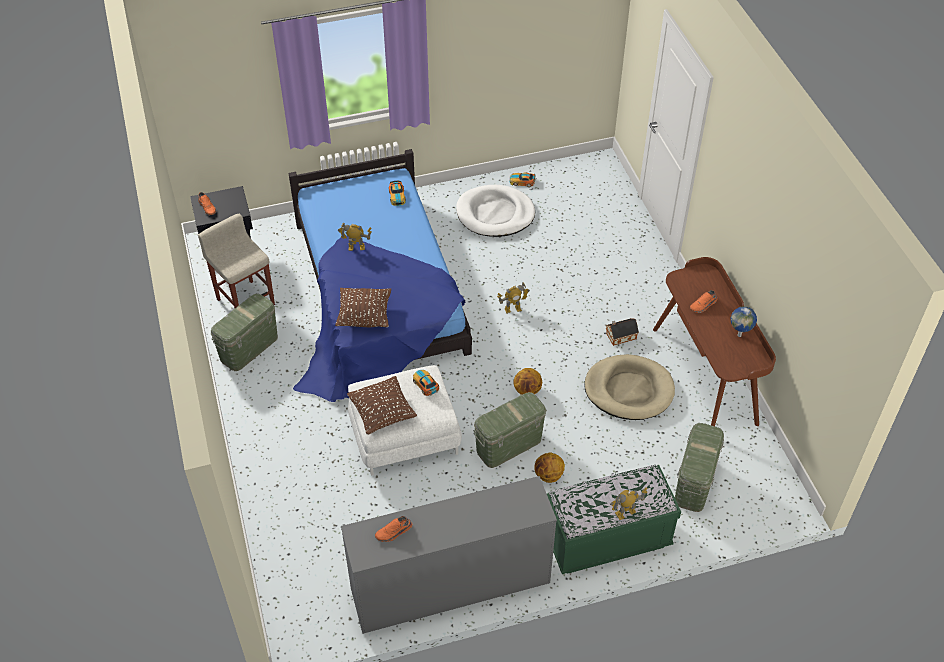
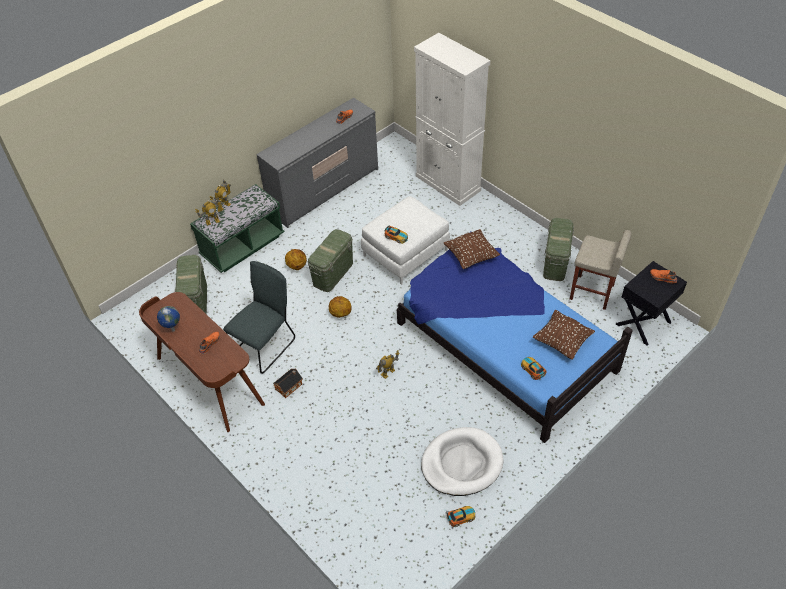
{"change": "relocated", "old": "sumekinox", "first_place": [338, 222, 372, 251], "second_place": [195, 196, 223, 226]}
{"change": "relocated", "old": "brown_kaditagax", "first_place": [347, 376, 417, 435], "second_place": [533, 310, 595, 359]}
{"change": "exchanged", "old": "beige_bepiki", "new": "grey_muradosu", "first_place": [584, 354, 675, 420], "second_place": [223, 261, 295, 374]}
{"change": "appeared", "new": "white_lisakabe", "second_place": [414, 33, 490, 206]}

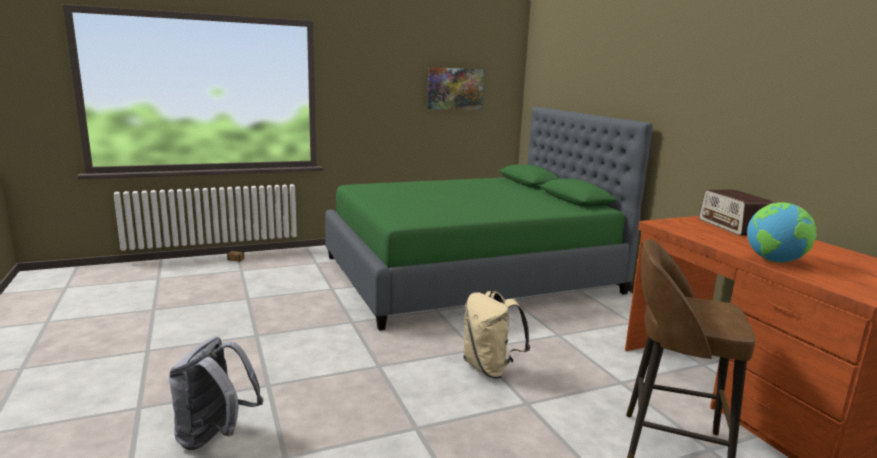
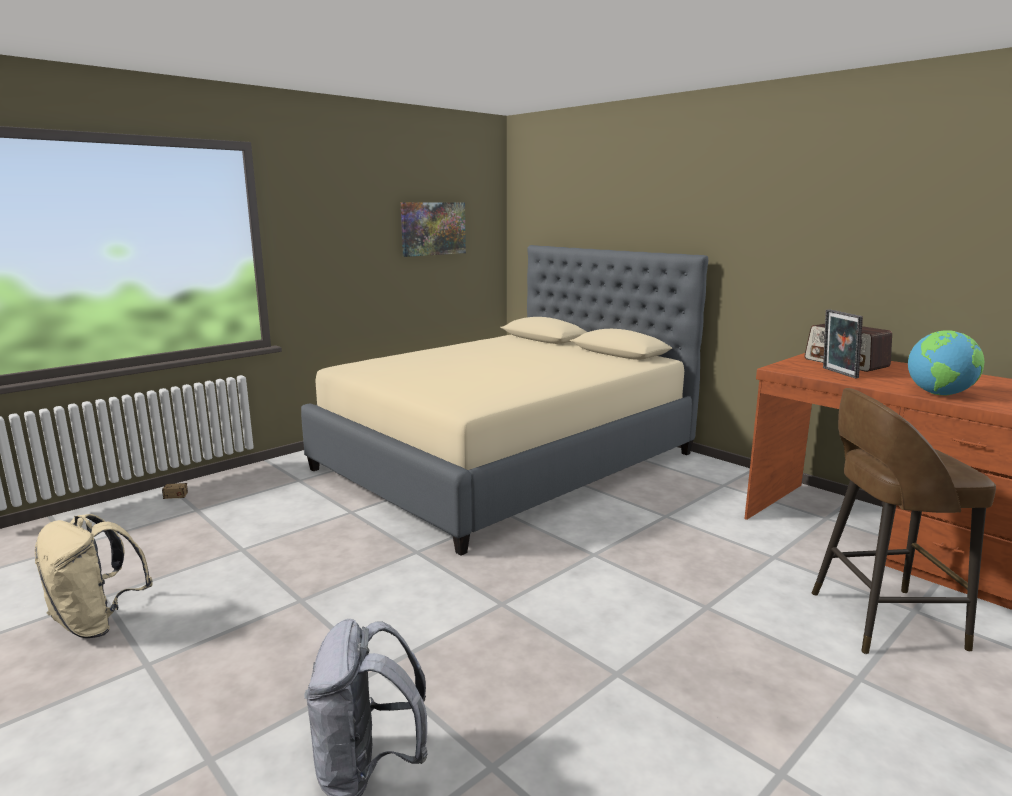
{"change": "colour", "old": "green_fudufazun", "new": "beige_fudufazun", "first_place": [325, 106, 653, 330], "second_place": [301, 245, 708, 555]}
{"change": "relocated", "old": "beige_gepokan", "first_place": [463, 291, 530, 379], "second_place": [35, 514, 153, 638]}
{"change": "appeared", "new": "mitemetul", "second_place": [823, 309, 863, 379]}

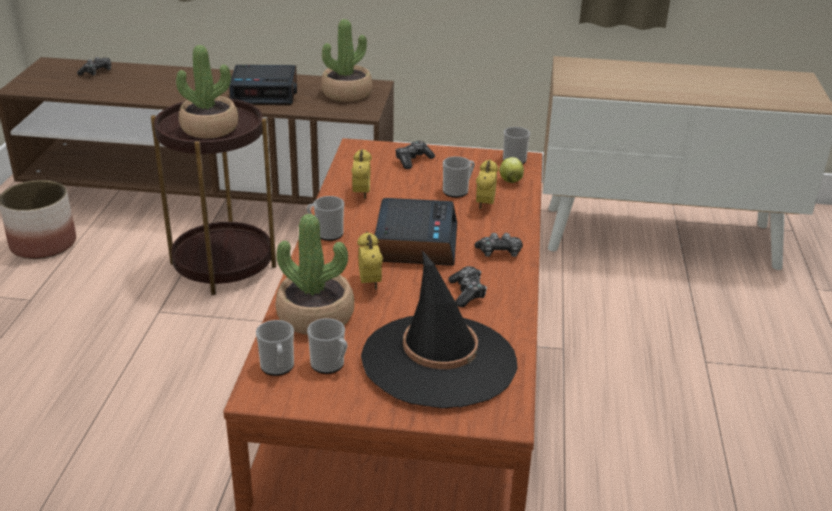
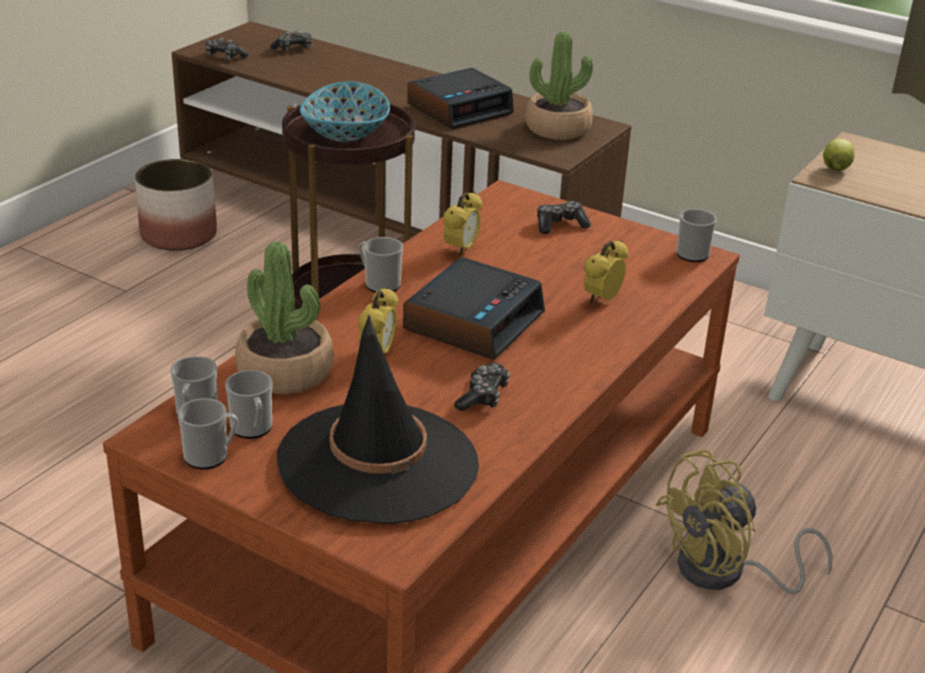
{"change": "exchanged", "old": "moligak", "new": "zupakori", "first_place": [176, 45, 238, 139], "second_place": [300, 81, 390, 142]}
{"change": "spun", "old": "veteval", "first_place": [229, 65, 297, 105], "second_place": [407, 68, 514, 129], "degrees": -60}
{"change": "relocated", "old": "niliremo", "first_place": [443, 156, 475, 198], "second_place": [178, 398, 238, 470]}
{"change": "relocated", "old": "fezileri", "first_place": [474, 233, 523, 257], "second_place": [205, 38, 248, 60]}
{"change": "relocated", "old": "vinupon", "first_place": [499, 157, 524, 183], "second_place": [823, 139, 855, 171]}
{"change": "appeared", "new": "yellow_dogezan", "second_place": [655, 450, 833, 594]}

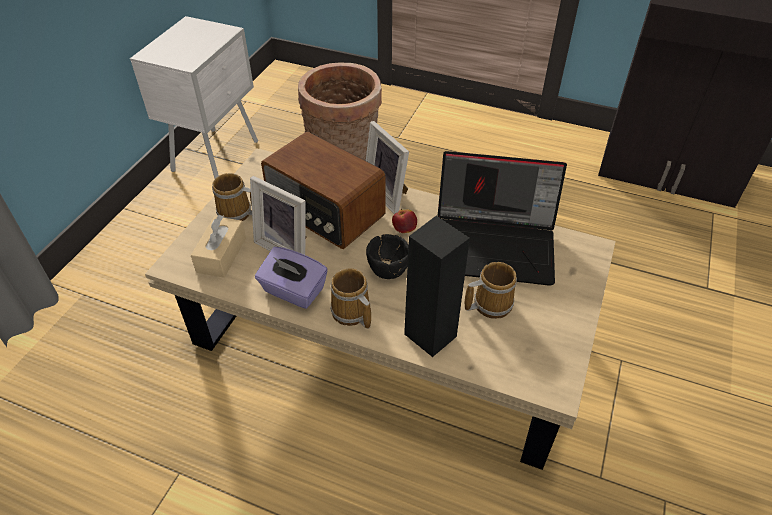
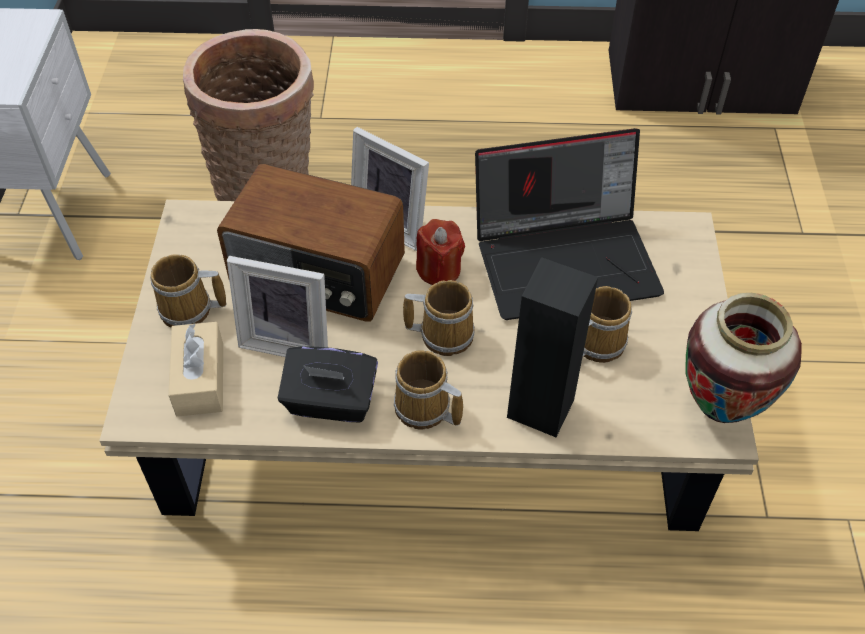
{"change": "colour", "old": "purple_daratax", "new": "black_daratax", "first_place": [255, 247, 328, 309], "second_place": [278, 346, 378, 422]}
{"change": "exchanged", "old": "black_zupakori", "new": "niliremo", "first_place": [366, 234, 408, 279], "second_place": [403, 280, 475, 356]}
{"change": "exchanged", "old": "vinupon", "new": "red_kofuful", "first_place": [392, 209, 417, 233], "second_place": [416, 219, 465, 285]}
{"change": "appeared", "new": "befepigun", "second_place": [685, 293, 802, 423]}

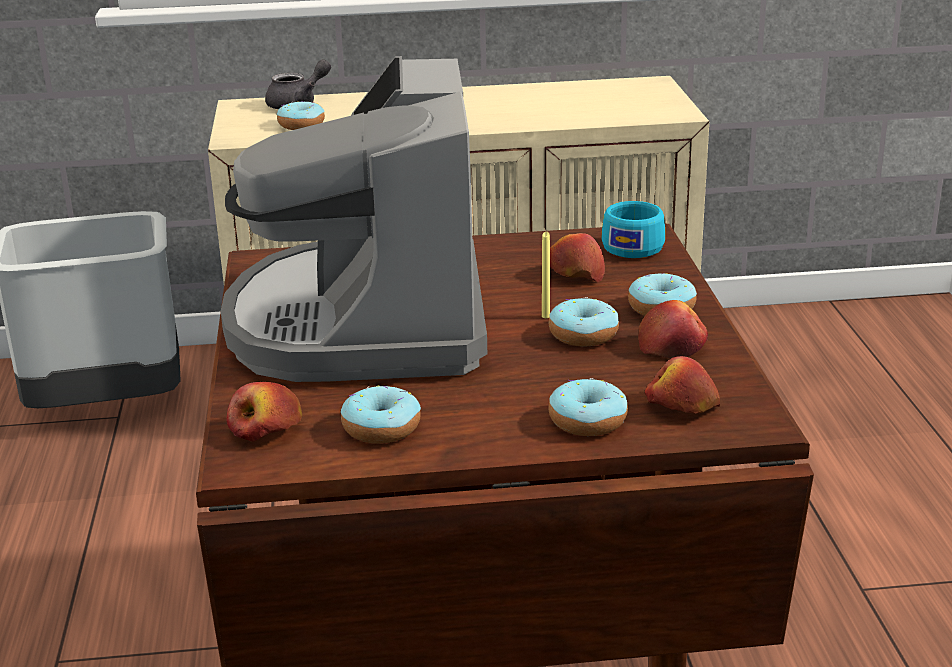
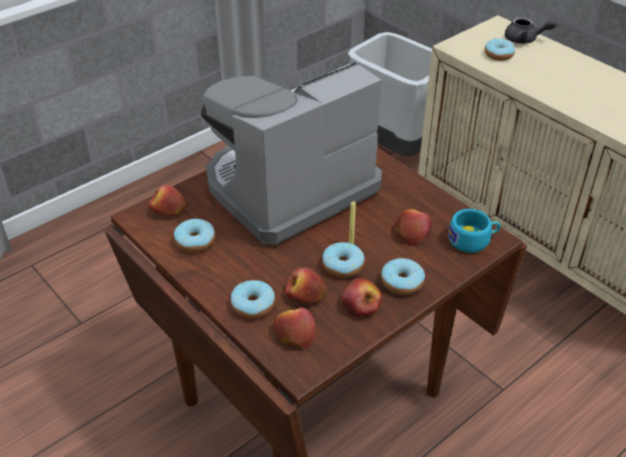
{"change": "appeared", "new": "vinupon", "second_place": [285, 268, 327, 303]}

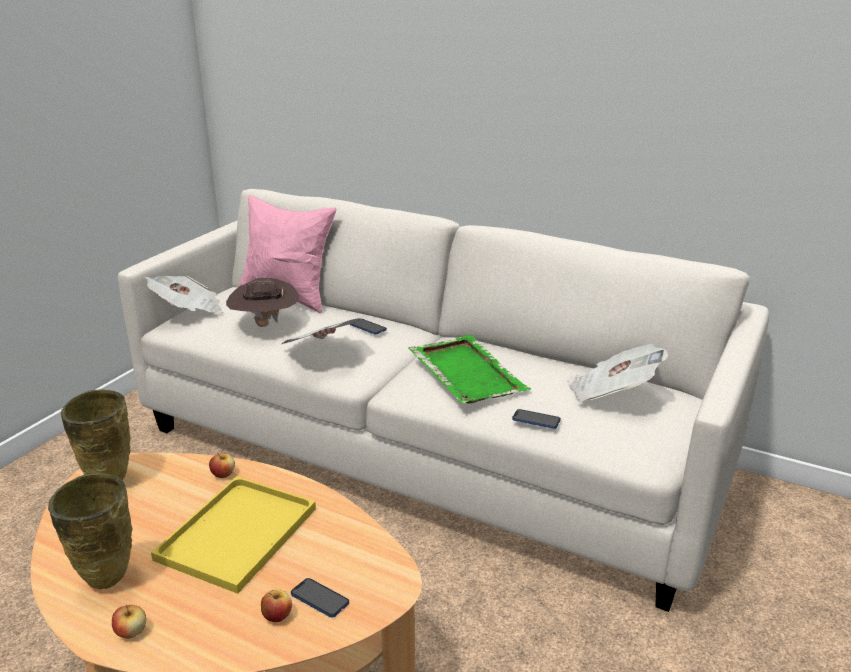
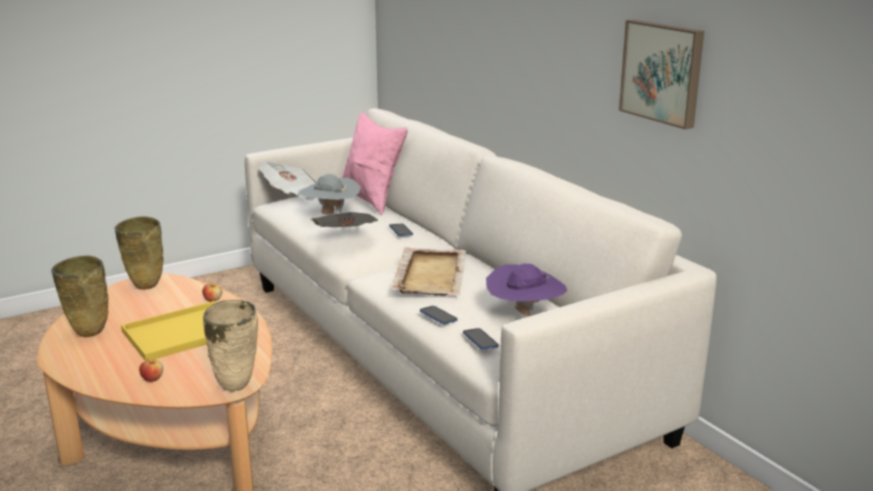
{"change": "missing", "old": "vinupon", "first_place": [112, 604, 146, 639]}
{"change": "colour", "old": "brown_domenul", "new": "grey_domenul", "first_place": [226, 278, 299, 327], "second_place": [298, 174, 361, 215]}
{"change": "relocated", "old": "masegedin", "first_place": [291, 578, 349, 618], "second_place": [463, 328, 499, 350]}
{"change": "colour", "old": "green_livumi", "new": "beige_livumi", "first_place": [408, 335, 531, 404], "second_place": [391, 247, 466, 296]}
{"change": "exchanged", "old": "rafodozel", "new": "purple_domenul", "first_place": [567, 344, 668, 402], "second_place": [486, 264, 567, 317]}
{"change": "appeared", "new": "beige_befepigun", "second_place": [203, 300, 258, 392]}
{"change": "appeared", "new": "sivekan", "second_place": [619, 19, 704, 130]}

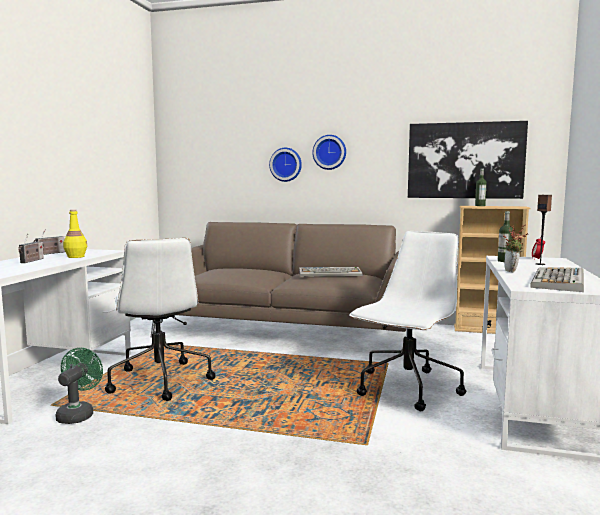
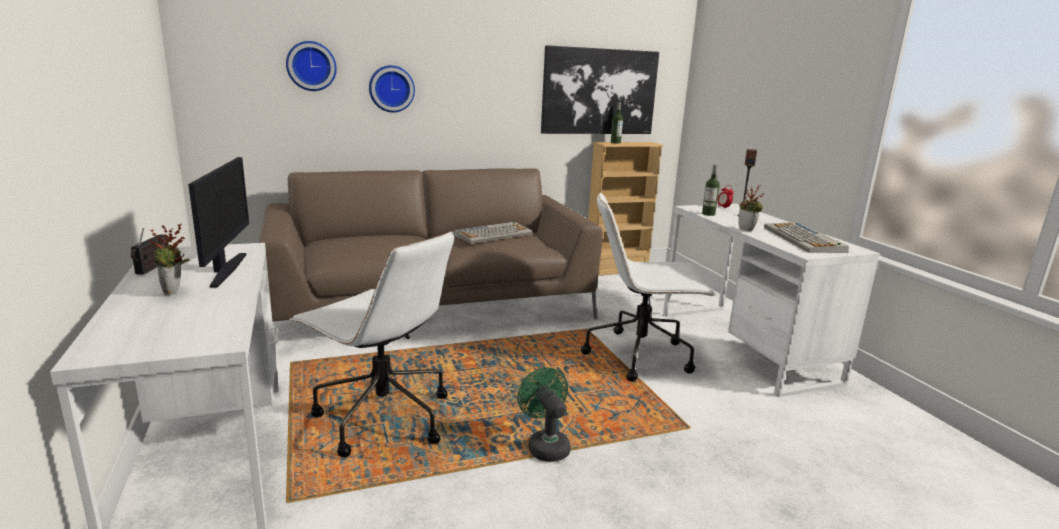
{"change": "exchanged", "old": "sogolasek", "new": "moligak", "first_place": [18, 234, 44, 263], "second_place": [148, 223, 189, 295]}
{"change": "relocated", "old": "green_dogezan", "first_place": [55, 348, 103, 424], "second_place": [517, 367, 571, 462]}
{"change": "exchanged", "old": "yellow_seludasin", "new": "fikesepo", "first_place": [63, 210, 87, 258], "second_place": [188, 157, 249, 288]}
{"change": "relocated", "old": "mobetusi", "first_place": [312, 135, 346, 170], "second_place": [286, 41, 337, 91]}
{"change": "spun", "old": "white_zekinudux", "first_place": [349, 231, 466, 411], "second_place": [581, 192, 715, 381], "degrees": -90}

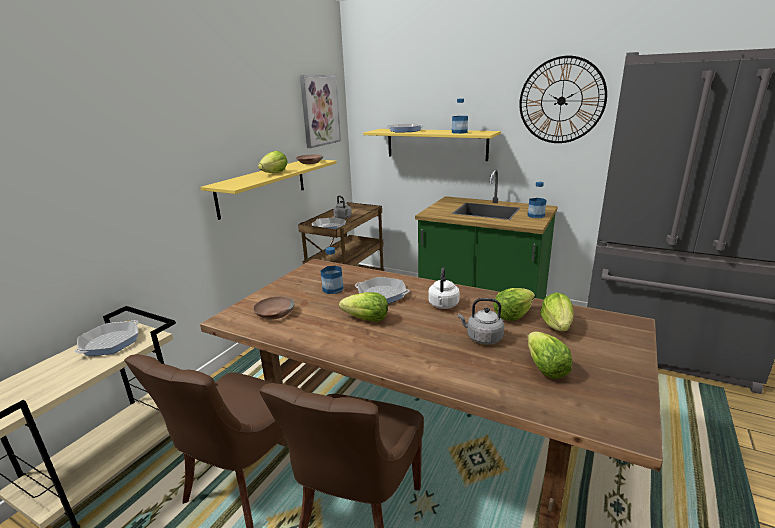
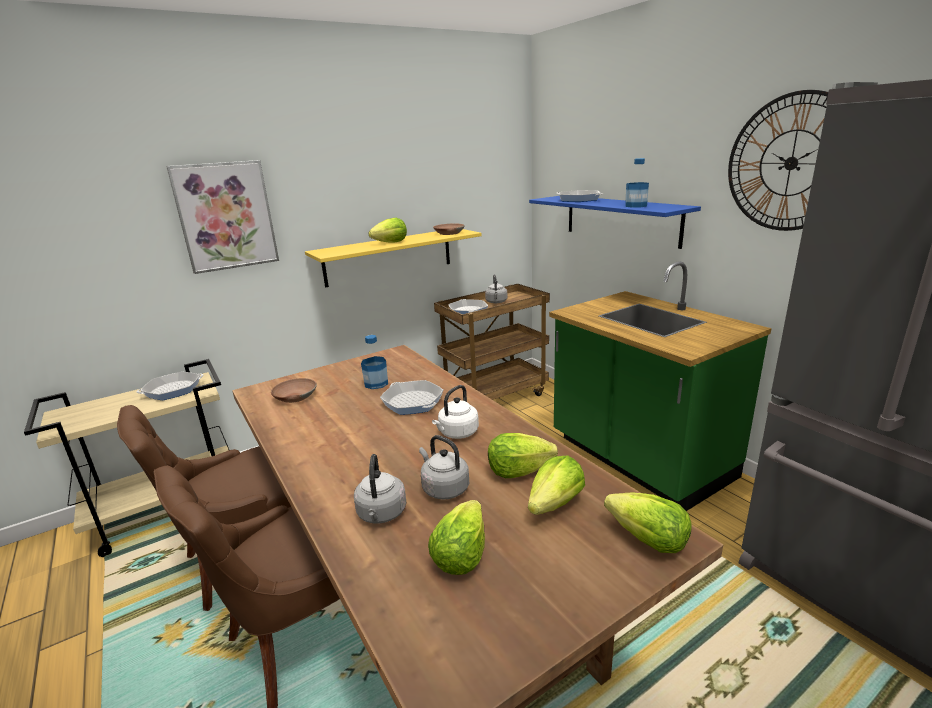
{"change": "relocated", "old": "sivekan", "first_place": [300, 75, 341, 148], "second_place": [166, 160, 279, 274]}
{"change": "relocated", "old": "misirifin", "first_place": [339, 292, 388, 322], "second_place": [604, 492, 691, 553]}
{"change": "colour", "old": "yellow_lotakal", "new": "blue_lotakal", "first_place": [363, 129, 501, 161], "second_place": [529, 196, 701, 249]}
{"change": "missing", "old": "seludasin", "first_place": [528, 182, 546, 218]}
{"change": "appeared", "new": "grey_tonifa", "second_place": [354, 454, 406, 523]}

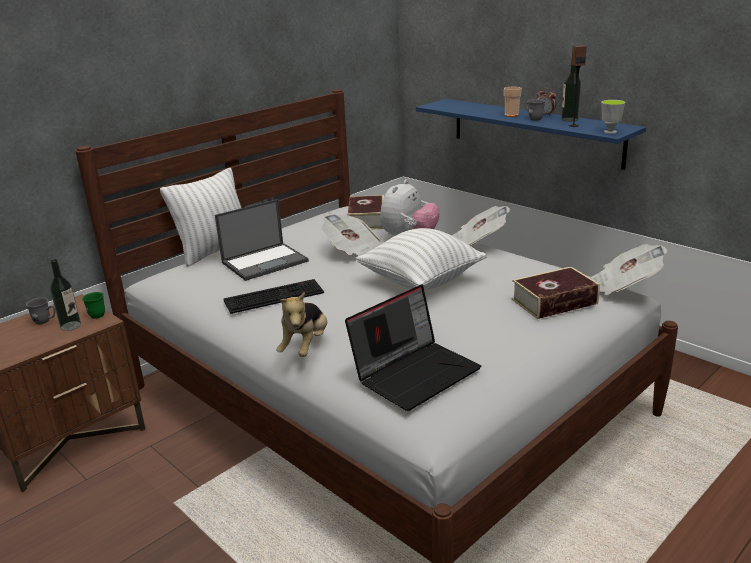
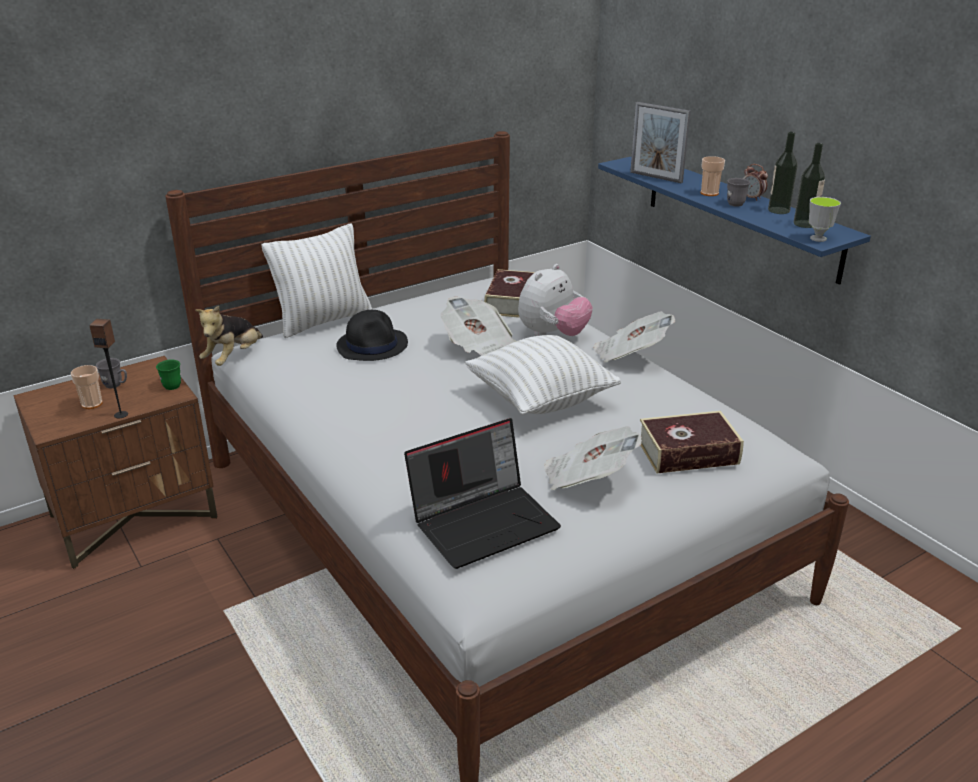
{"change": "relocated", "old": "seludasin", "first_place": [50, 259, 81, 331], "second_place": [794, 143, 825, 228]}
{"change": "exchanged", "old": "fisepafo", "new": "black_domenul", "first_place": [215, 199, 309, 281], "second_place": [336, 310, 408, 361]}
{"change": "missing", "old": "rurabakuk", "first_place": [224, 279, 324, 314]}
{"change": "relocated", "old": "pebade", "first_place": [276, 292, 327, 357], "second_place": [195, 305, 263, 366]}
{"change": "relocated", "old": "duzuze", "first_place": [569, 45, 587, 127], "second_place": [89, 319, 128, 418]}
{"change": "relocated", "old": "rafodozel", "first_place": [589, 244, 668, 295], "second_place": [544, 426, 642, 490]}
{"change": "appeared", "new": "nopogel", "second_place": [71, 365, 103, 409]}
{"change": "appeared", "new": "mitemetul", "second_place": [630, 102, 691, 183]}

